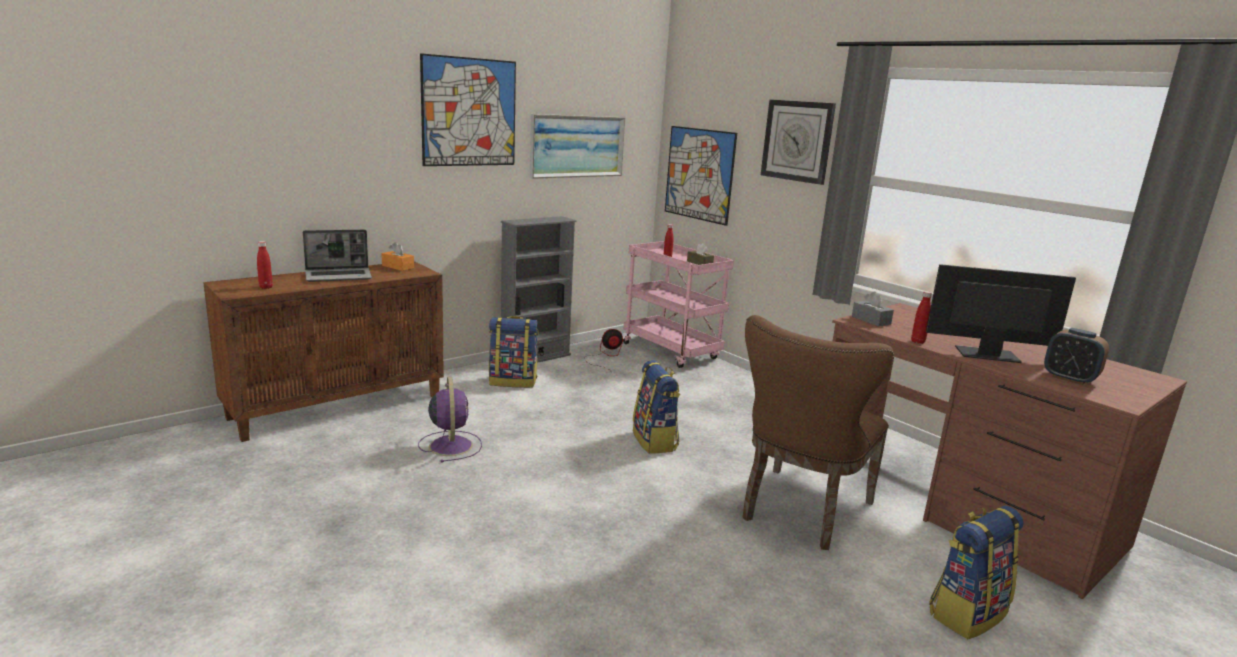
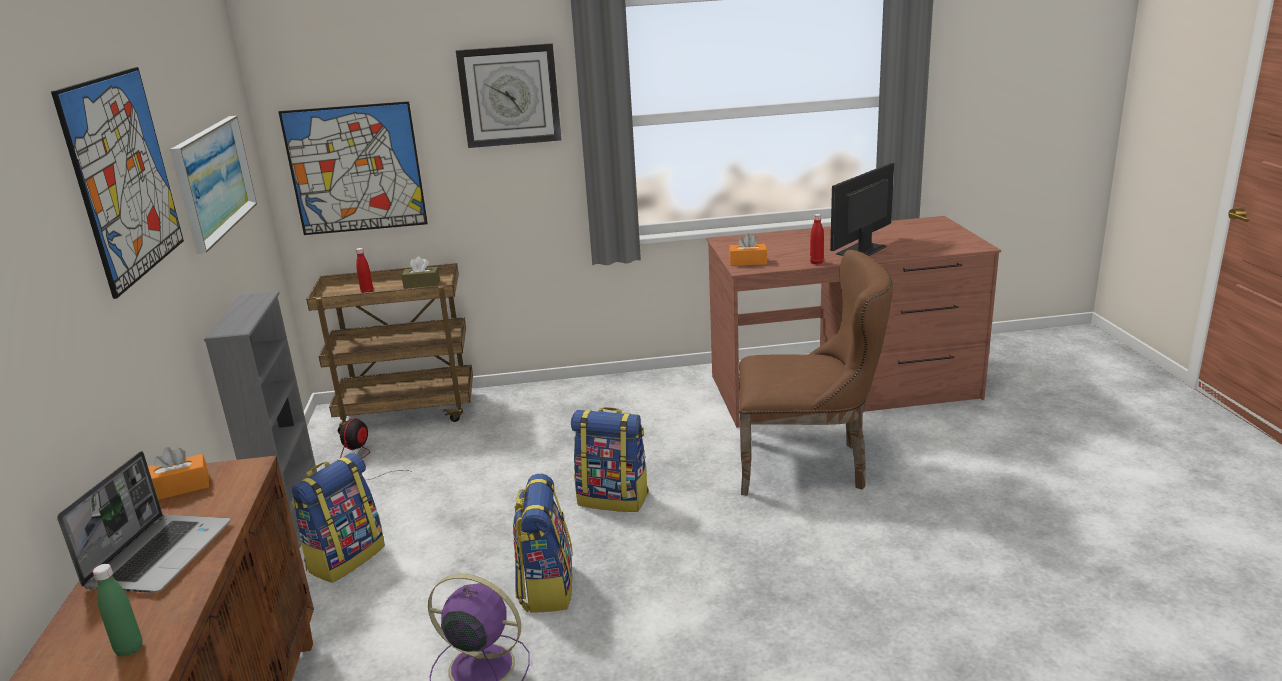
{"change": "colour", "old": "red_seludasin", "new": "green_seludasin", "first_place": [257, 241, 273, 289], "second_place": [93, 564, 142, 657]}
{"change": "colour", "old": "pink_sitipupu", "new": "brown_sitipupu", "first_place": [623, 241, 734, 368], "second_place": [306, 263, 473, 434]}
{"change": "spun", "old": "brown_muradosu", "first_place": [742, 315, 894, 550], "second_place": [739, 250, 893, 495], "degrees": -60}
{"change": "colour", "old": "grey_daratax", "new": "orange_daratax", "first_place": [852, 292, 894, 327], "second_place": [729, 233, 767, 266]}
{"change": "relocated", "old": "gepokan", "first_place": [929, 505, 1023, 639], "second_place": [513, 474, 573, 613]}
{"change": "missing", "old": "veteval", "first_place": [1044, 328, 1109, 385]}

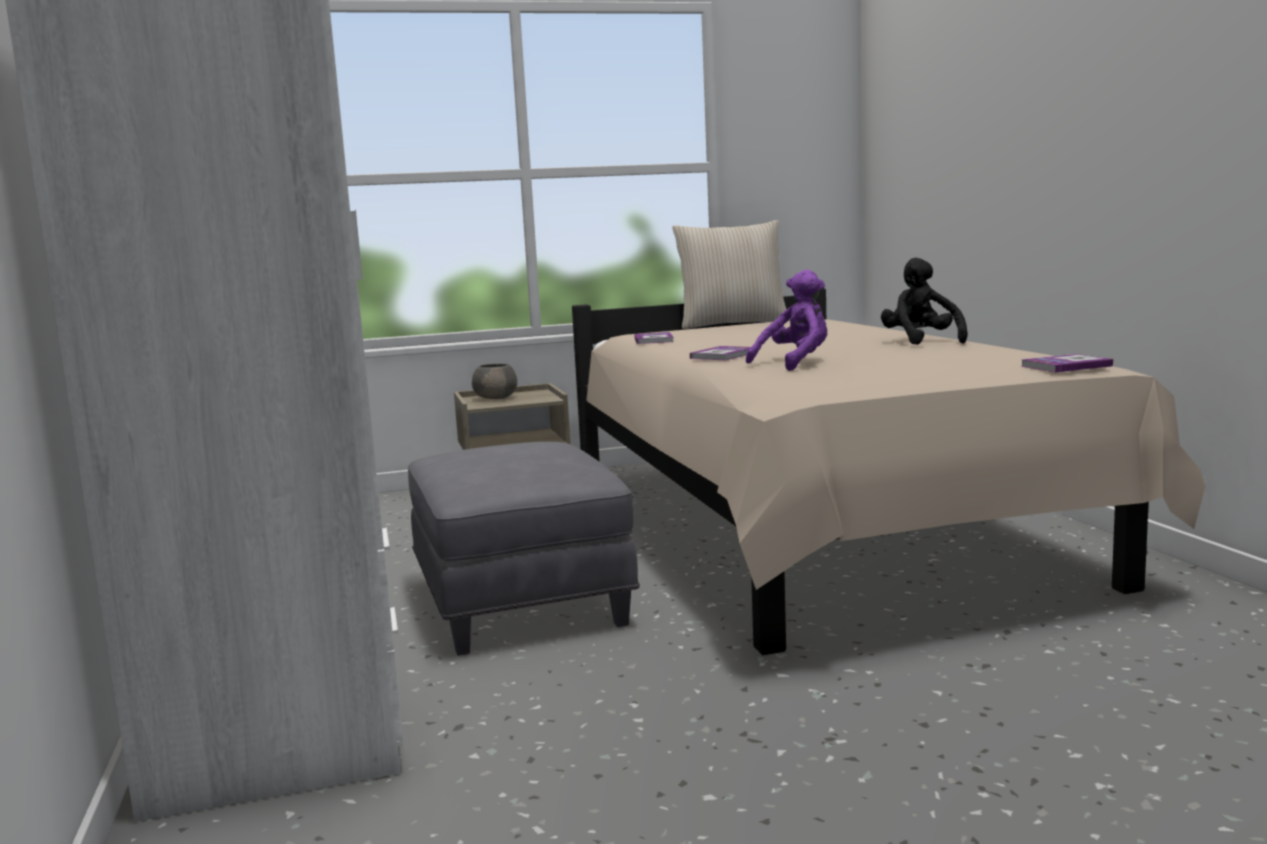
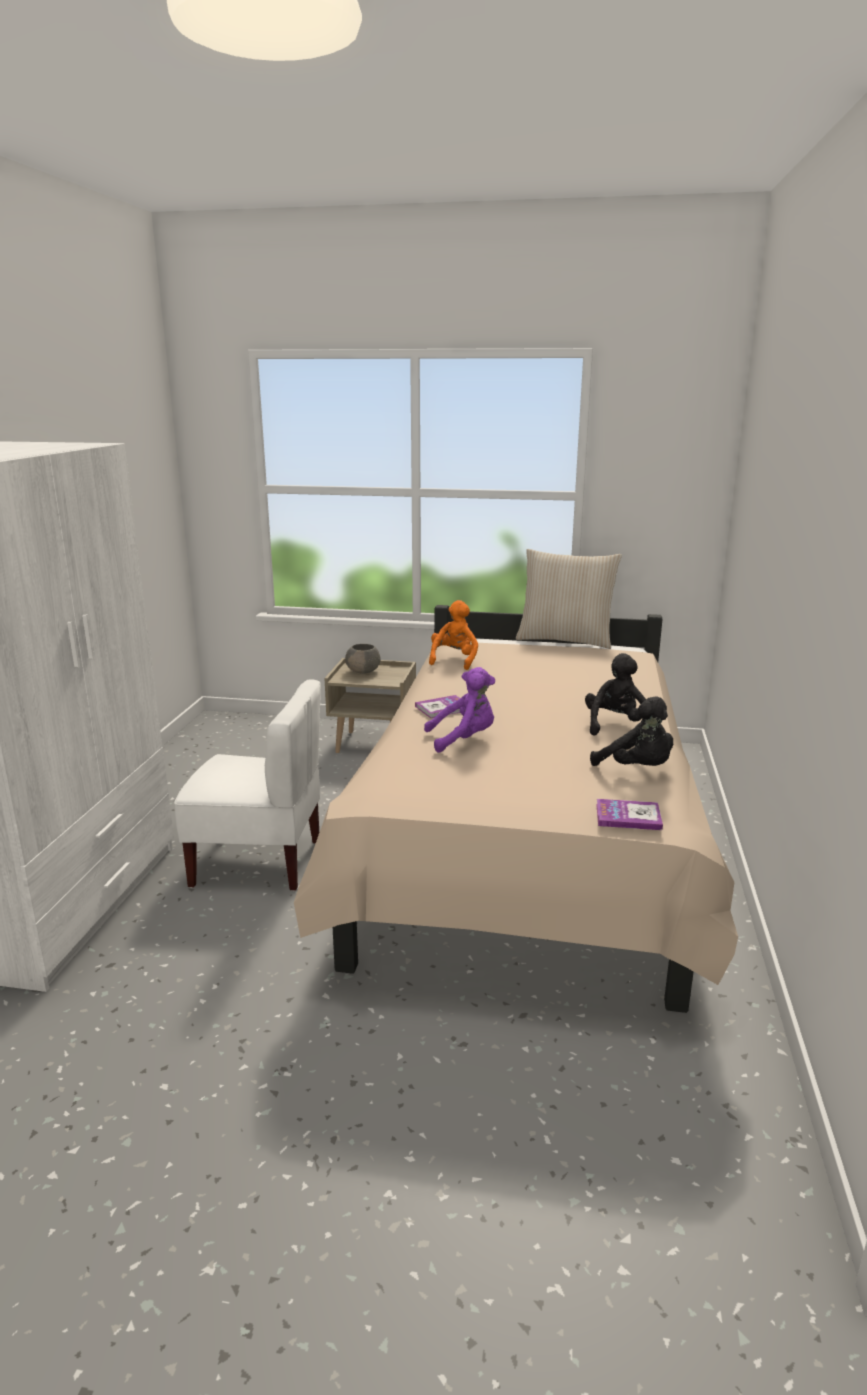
{"change": "exchanged", "old": "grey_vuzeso", "new": "white_muradosu", "first_place": [408, 442, 640, 656], "second_place": [174, 679, 321, 891]}
{"change": "exchanged", "old": "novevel", "new": "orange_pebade", "first_place": [634, 332, 674, 344], "second_place": [429, 600, 478, 670]}
{"change": "appeared", "new": "black_pebade", "second_place": [590, 696, 673, 766]}

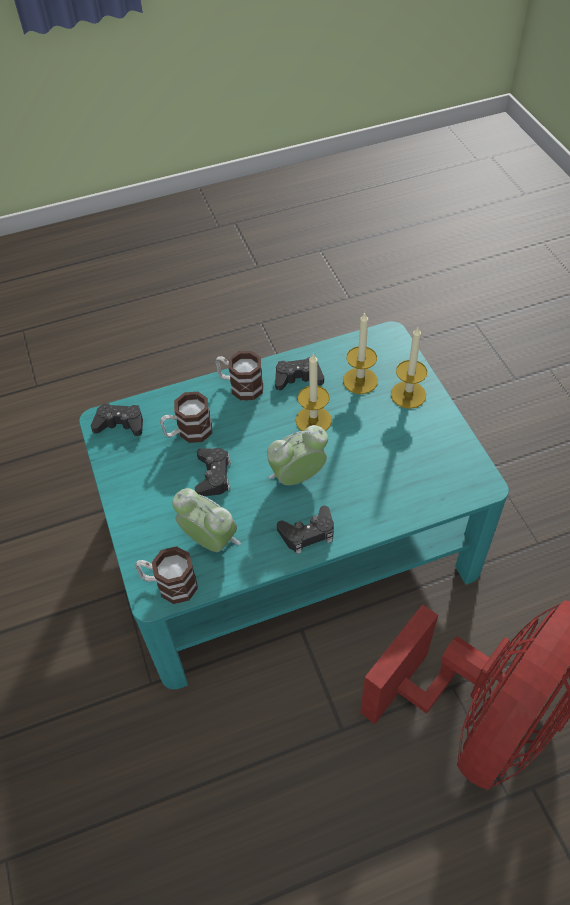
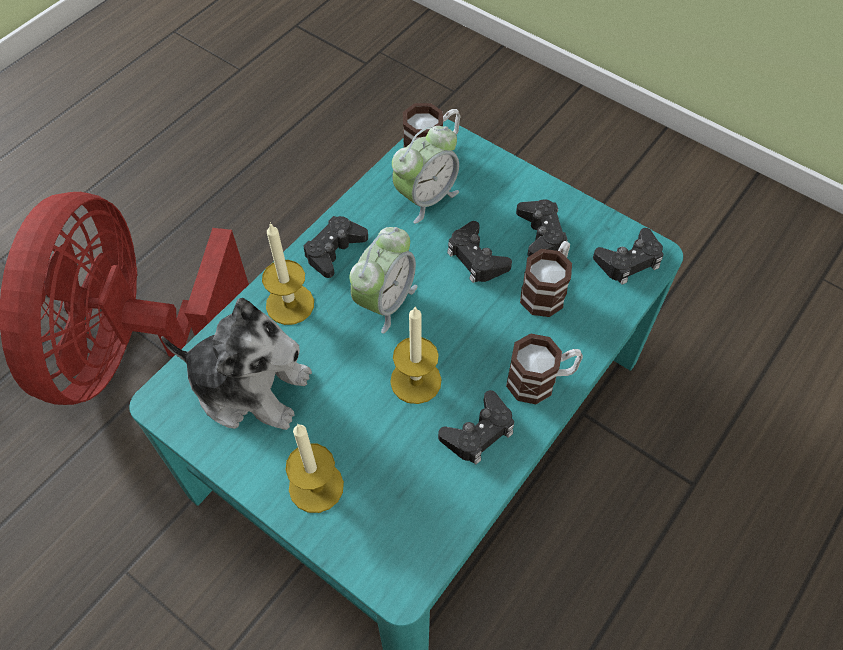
{"change": "spun", "old": "veteval", "first_place": [172, 488, 241, 552], "second_place": [392, 126, 459, 224], "degrees": -45}
{"change": "relocated", "old": "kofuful", "first_place": [343, 312, 378, 394], "second_place": [262, 222, 314, 325]}
{"change": "appeared", "new": "pebade", "second_place": [161, 298, 312, 430]}
{"change": "appeared", "new": "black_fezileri", "second_place": [516, 199, 568, 257]}

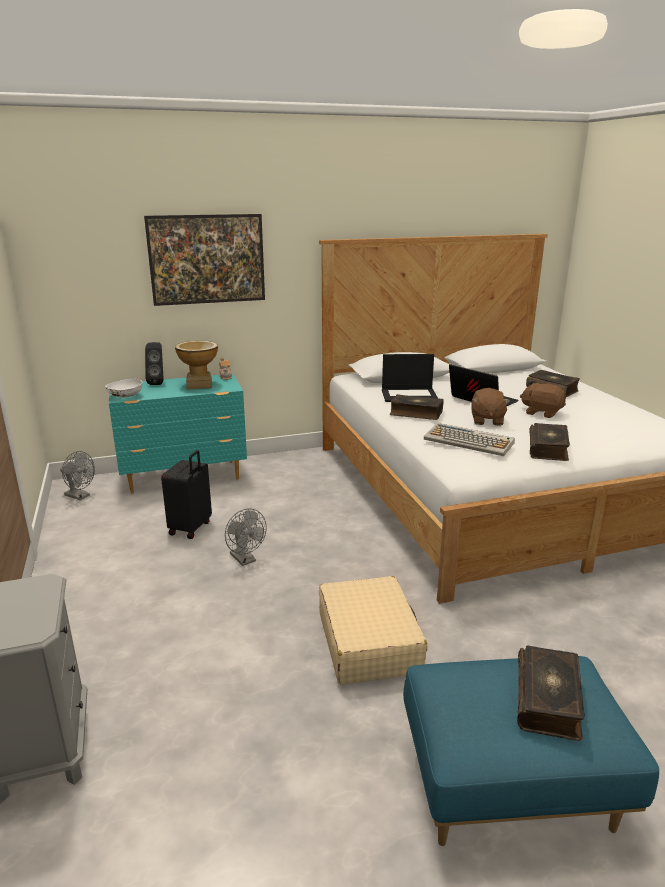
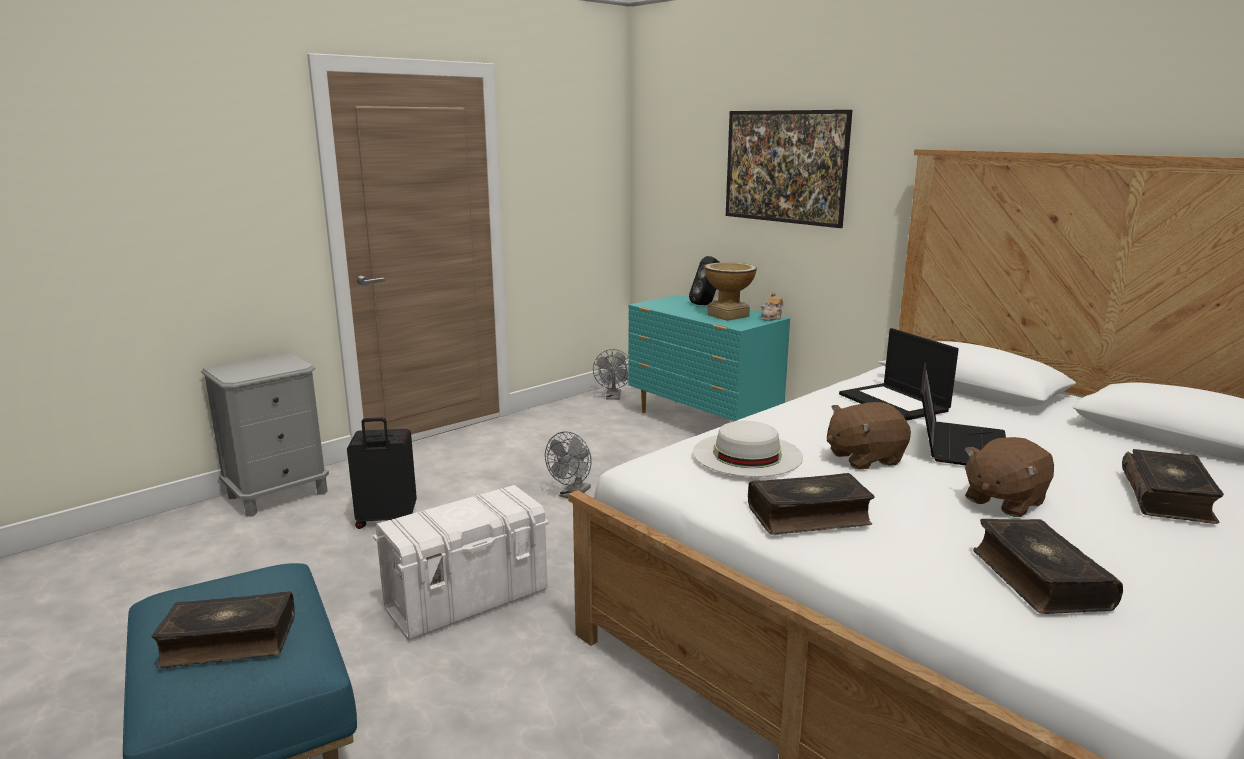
{"change": "missing", "old": "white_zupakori", "first_place": [105, 379, 142, 398]}
{"change": "relocated", "old": "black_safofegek", "first_place": [161, 450, 212, 539], "second_place": [347, 417, 417, 529]}
{"change": "exchanged", "old": "beige_safofegek", "new": "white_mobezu", "first_place": [319, 576, 427, 685], "second_place": [373, 485, 549, 641]}
{"change": "relocated", "old": "novevel", "first_place": [390, 394, 444, 420], "second_place": [973, 519, 1123, 614]}
{"change": "exchanged", "old": "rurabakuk", "new": "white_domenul", "first_place": [424, 423, 515, 456], "second_place": [693, 421, 803, 477]}
{"change": "spun", "old": "brown_pebade", "first_place": [520, 383, 566, 418], "second_place": [964, 437, 1054, 517], "degrees": -135}

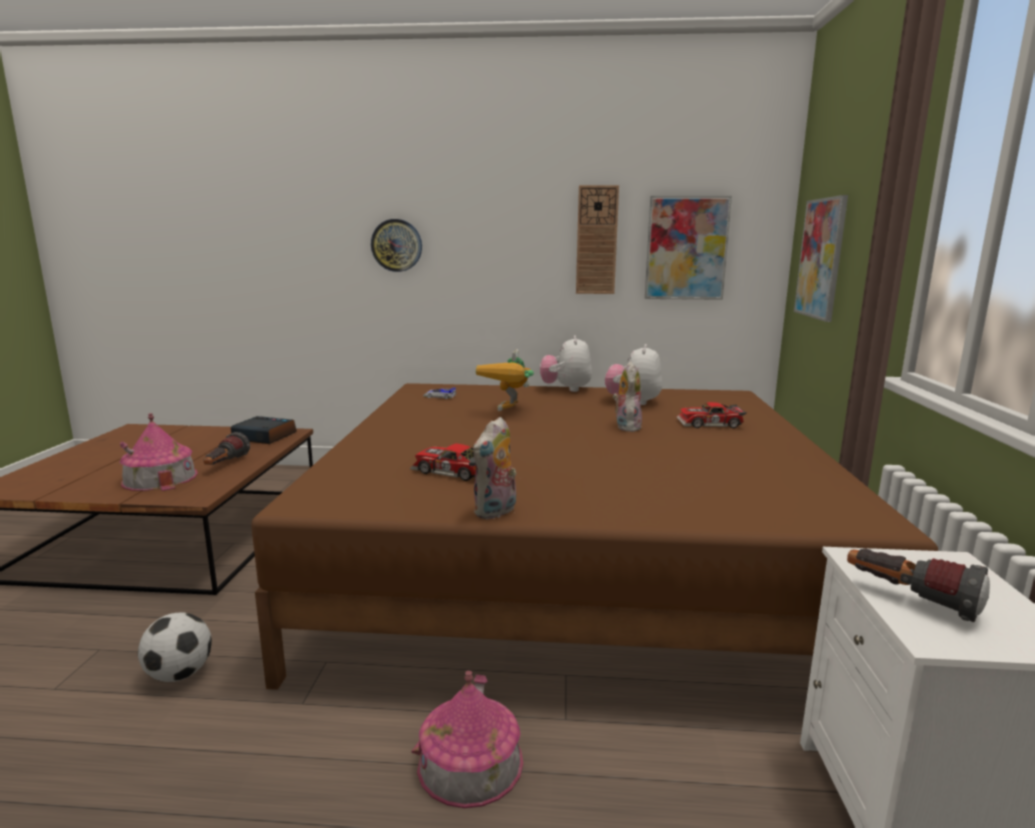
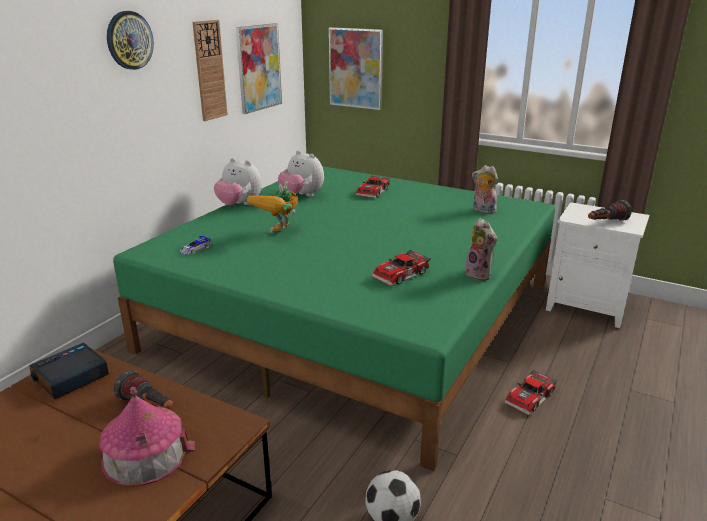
{"change": "colour", "old": "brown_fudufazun", "new": "green_fudufazun", "first_place": [251, 383, 938, 690], "second_place": [113, 166, 555, 471]}
{"change": "relocated", "old": "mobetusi", "first_place": [371, 219, 422, 272], "second_place": [107, 11, 154, 70]}
{"change": "exchanged", "old": "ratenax", "new": "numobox", "first_place": [411, 671, 523, 808], "second_place": [504, 369, 557, 415]}
{"change": "spun", "old": "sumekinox", "first_place": [476, 349, 534, 411], "second_place": [247, 181, 298, 233], "degrees": 75}
{"change": "relocated", "old": "pebade", "first_place": [613, 362, 642, 432], "second_place": [472, 165, 498, 213]}

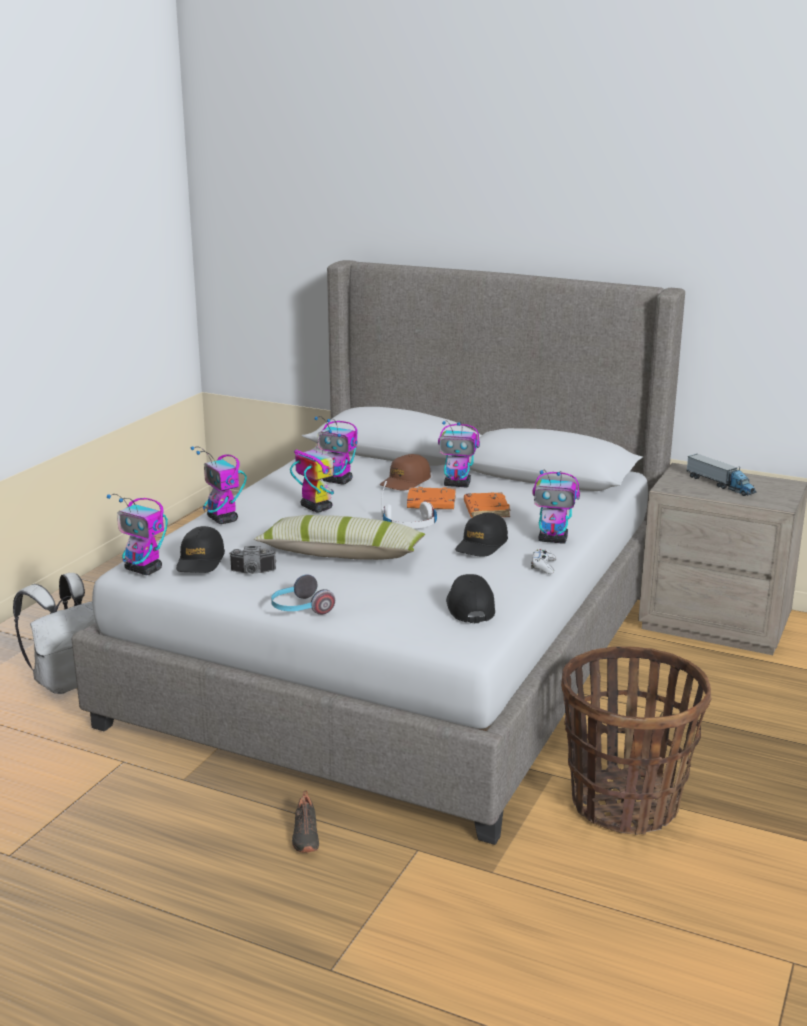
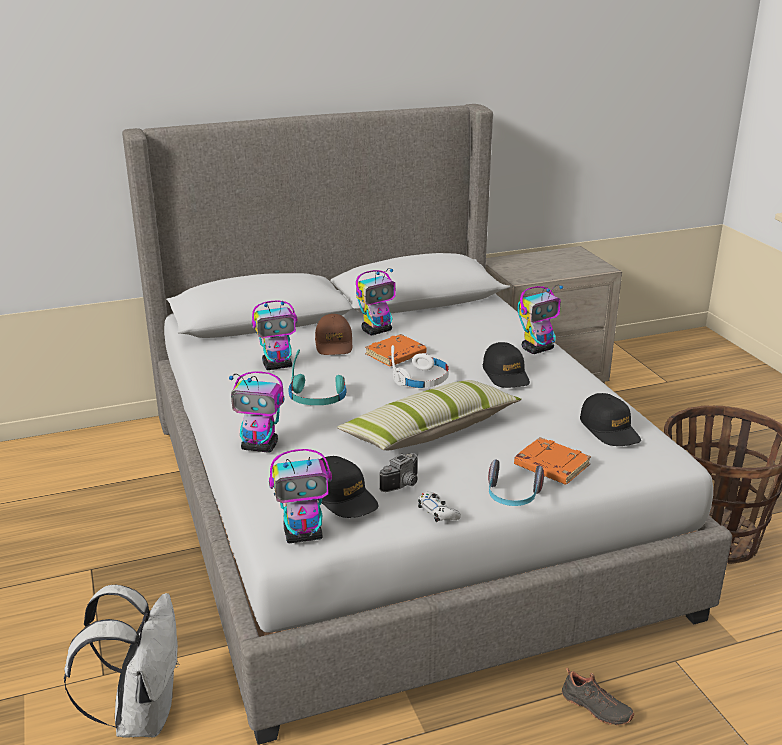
{"change": "exchanged", "old": "sumekinox", "new": "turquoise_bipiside", "first_place": [290, 430, 341, 513], "second_place": [288, 350, 346, 405]}
{"change": "spun", "old": "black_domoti", "first_place": [446, 574, 495, 623], "second_place": [580, 393, 641, 446], "degrees": -150}
{"change": "relocated", "old": "orange_novevel", "first_place": [464, 492, 511, 518], "second_place": [514, 437, 591, 485]}
{"change": "relocated", "old": "white_fezileri", "first_place": [531, 549, 556, 574], "second_place": [418, 492, 461, 522]}
{"change": "missing", "old": "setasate", "first_place": [686, 454, 757, 496]}

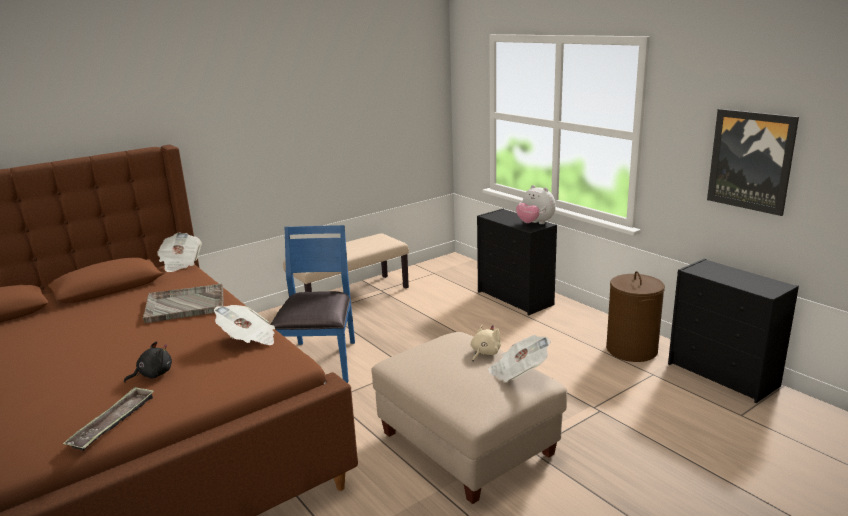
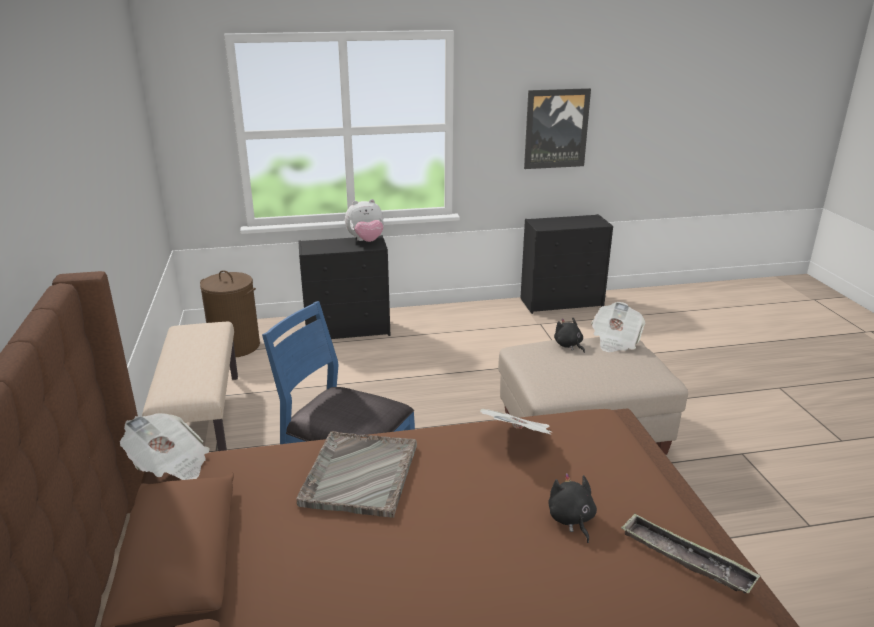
{"change": "colour", "old": "beige_pebade", "new": "black_pebade", "first_place": [471, 324, 501, 361], "second_place": [554, 318, 585, 353]}
{"change": "relocated", "old": "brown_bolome", "first_place": [606, 271, 665, 362], "second_place": [200, 270, 260, 357]}

